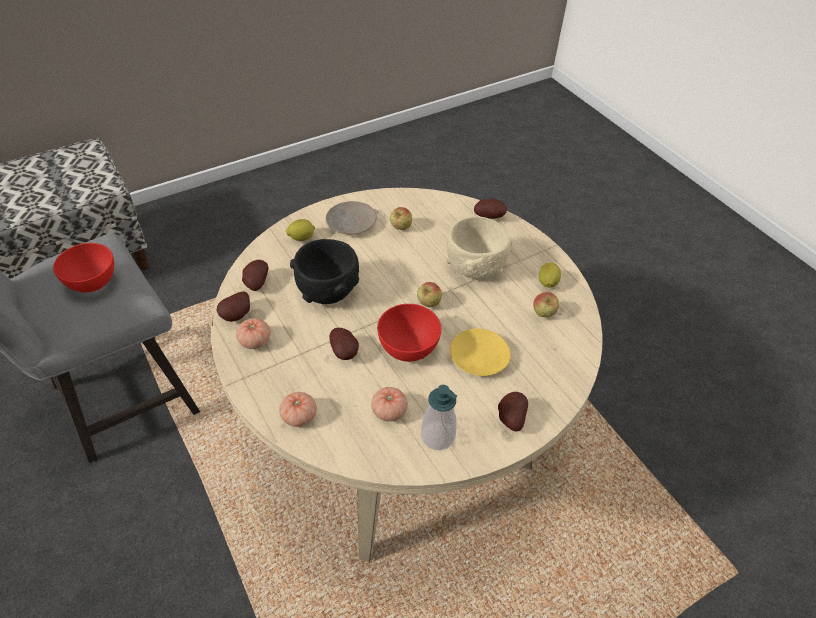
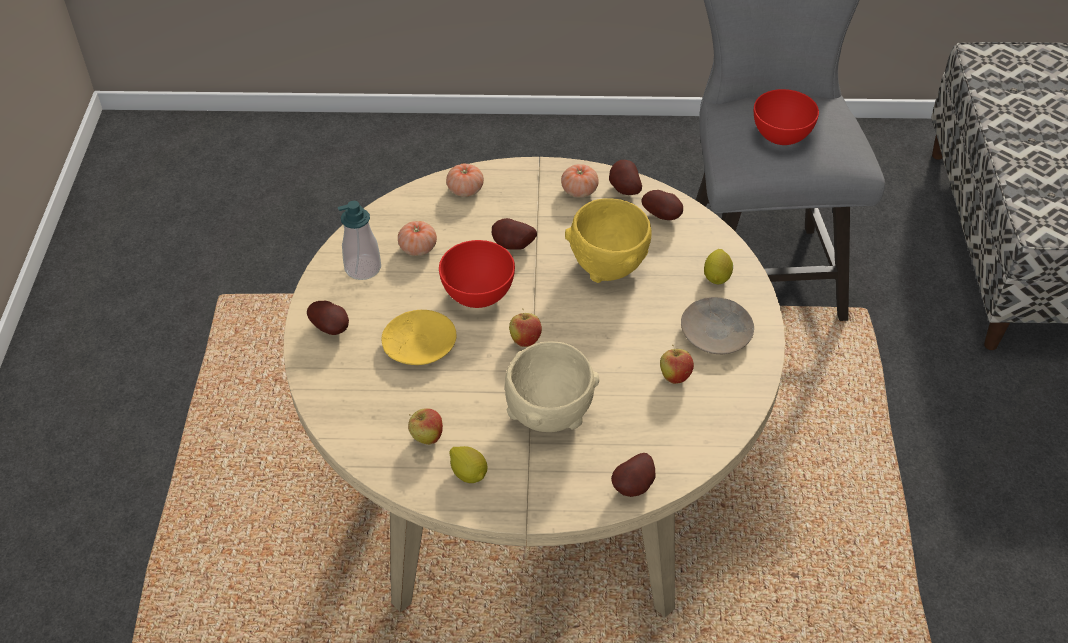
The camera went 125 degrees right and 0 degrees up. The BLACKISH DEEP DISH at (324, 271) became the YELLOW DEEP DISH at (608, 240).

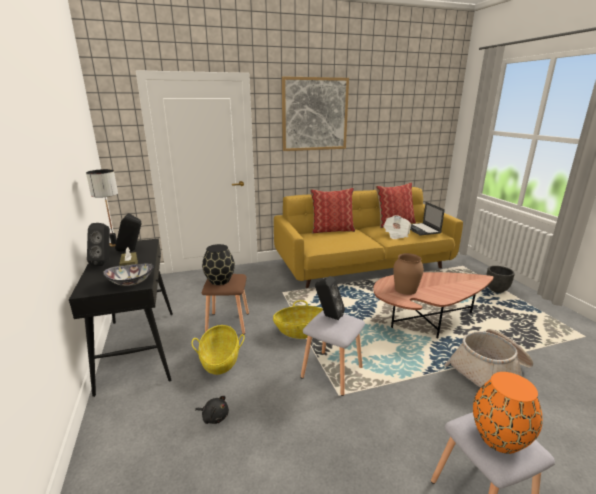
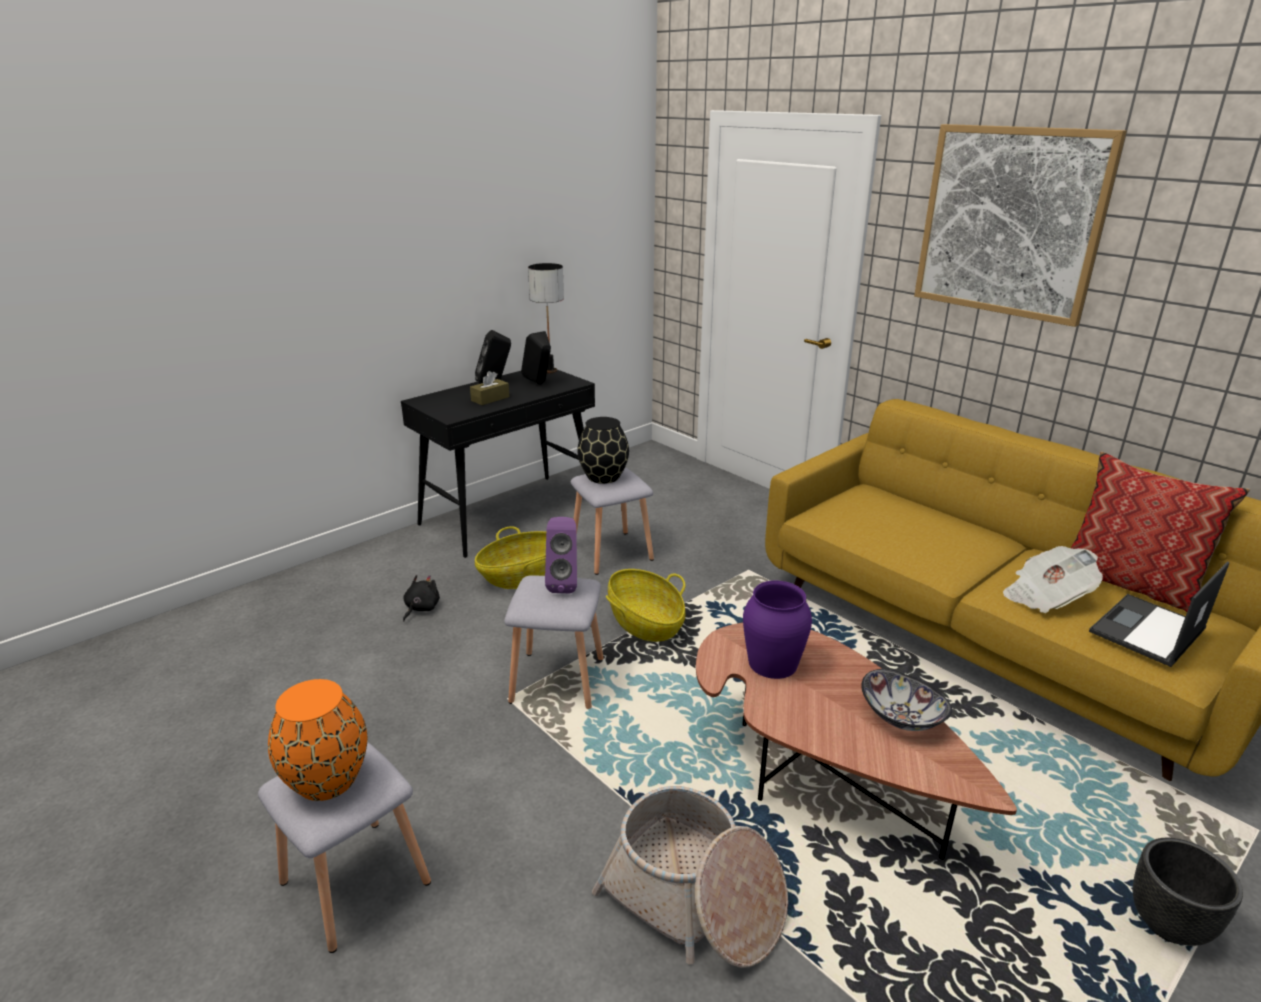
The camera went 65 degrees right and 5 degrees up. The BLACKISH PLUSH TOY at (212, 410) turned 150 degrees counterclockwise. The BLACKISH SPEAKER at (330, 298) became the PURPLE SPEAKER at (561, 555). The BROWN-COLOURED STOOL at (225, 304) became the GREY STOOL at (612, 521). The BROWN-COLOURED VASE at (408, 274) became the PURPLE VASE at (777, 630). The DEEP DISH moved from (128, 274) to (906, 700). The PILLOW at (332, 211) disappeared.

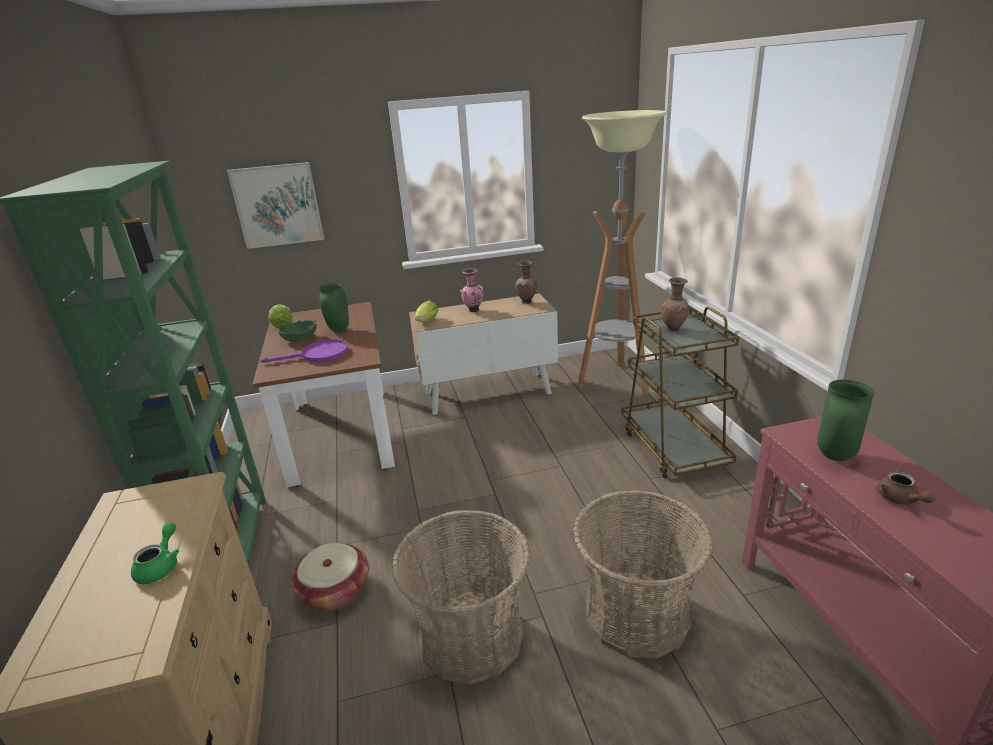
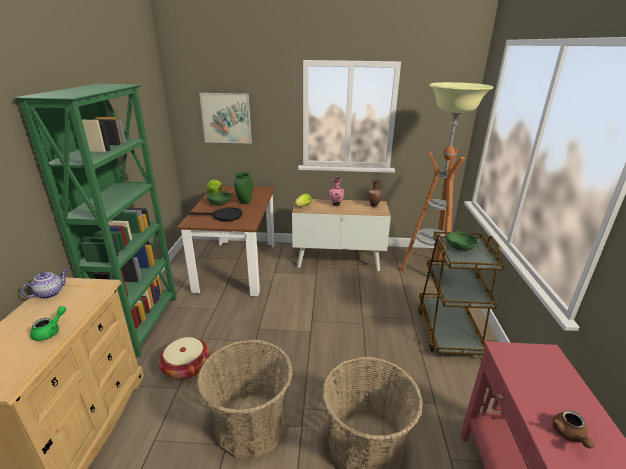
The camera went 15 degrees right and 0 degrees up. The POT FOR TEA at (44, 284) appeared. The PURPLE PAN at (304, 351) became the BLACKISH PAN at (215, 214). The BROWN-COLOURED VASE at (675, 304) was replaced by the GREENISH DEEP DISH at (462, 241). The GREENISH VASE at (845, 420) disappeared.

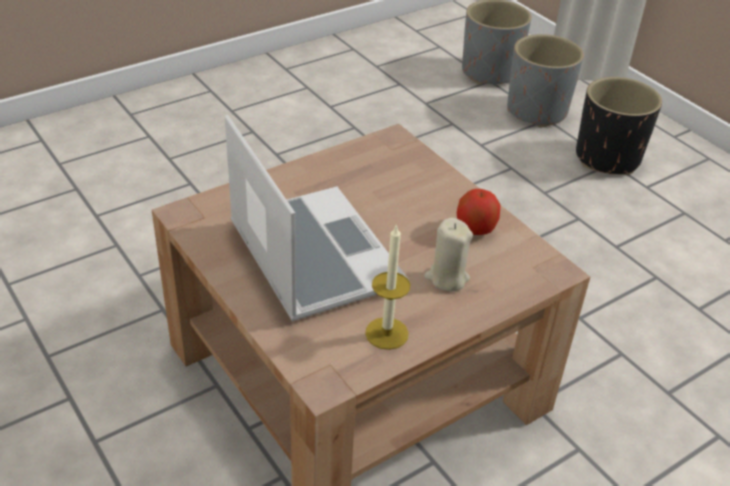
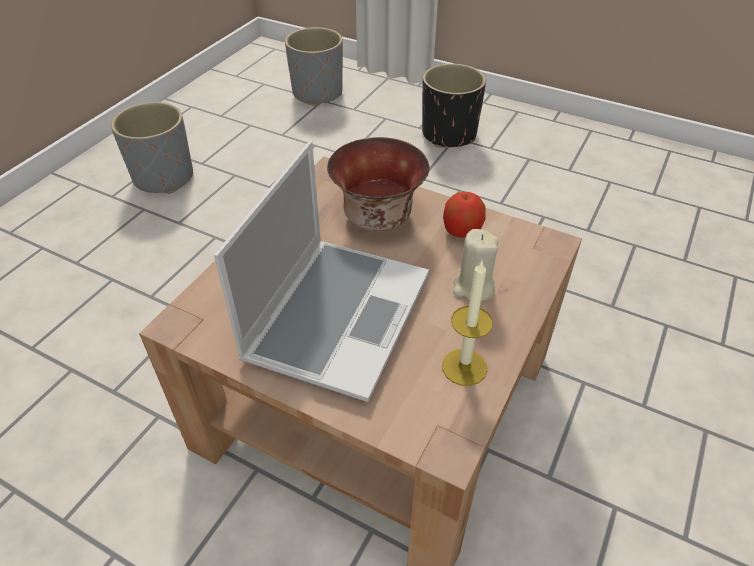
The camera went 25 degrees left and 5 degrees up. The GREY PLANTER moved from (545, 81) to (152, 148). The PORTABLE COMPUTER at (317, 218) turned 75 degrees clockwise. The DEEP DISH at (378, 184) appeared.

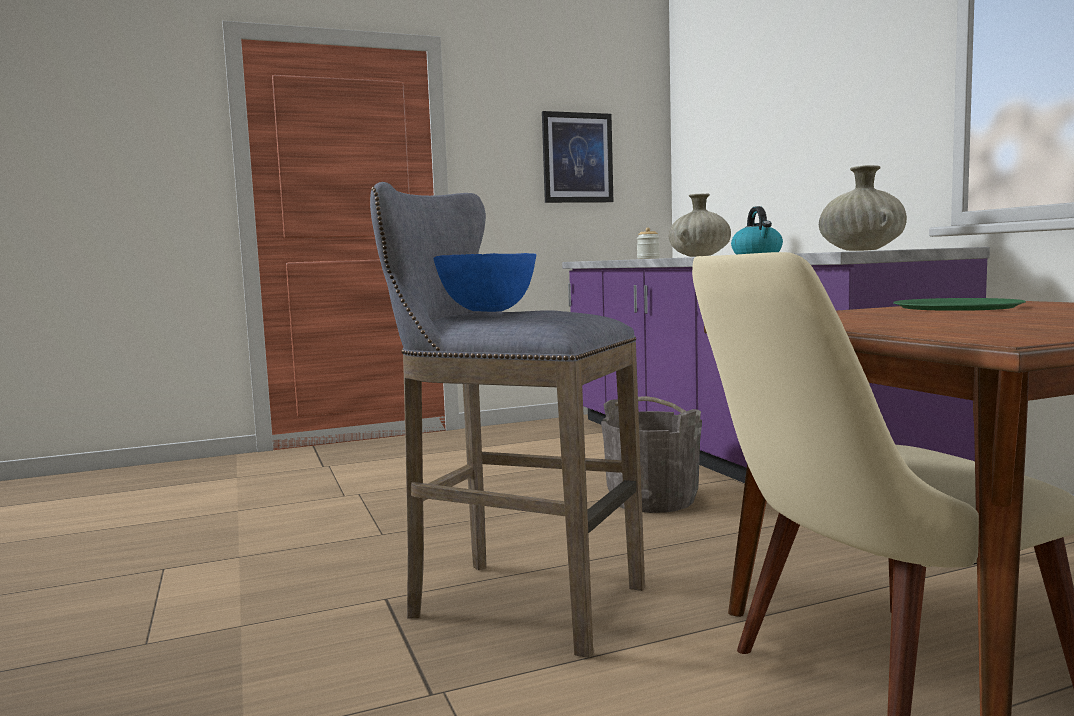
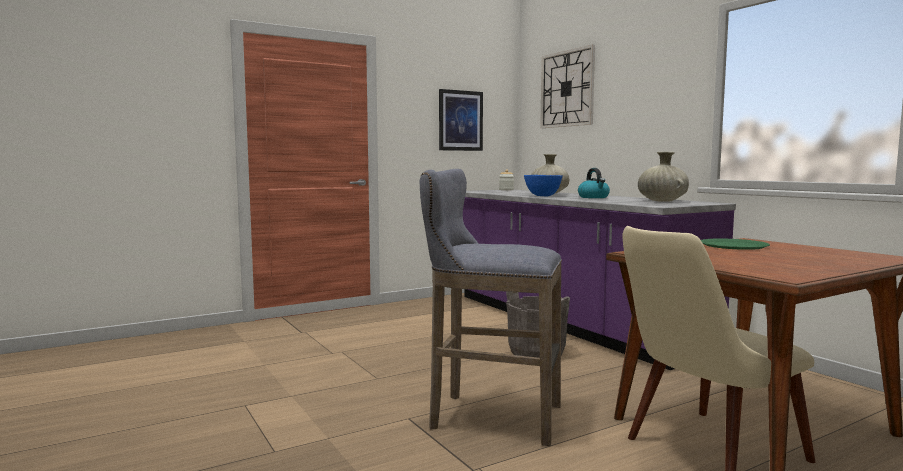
The camera went 10 degrees left and 0 degrees up. The BLUISH DEEP DISH moved from (484, 282) to (543, 185). The HANGING CLOCK at (567, 86) appeared.

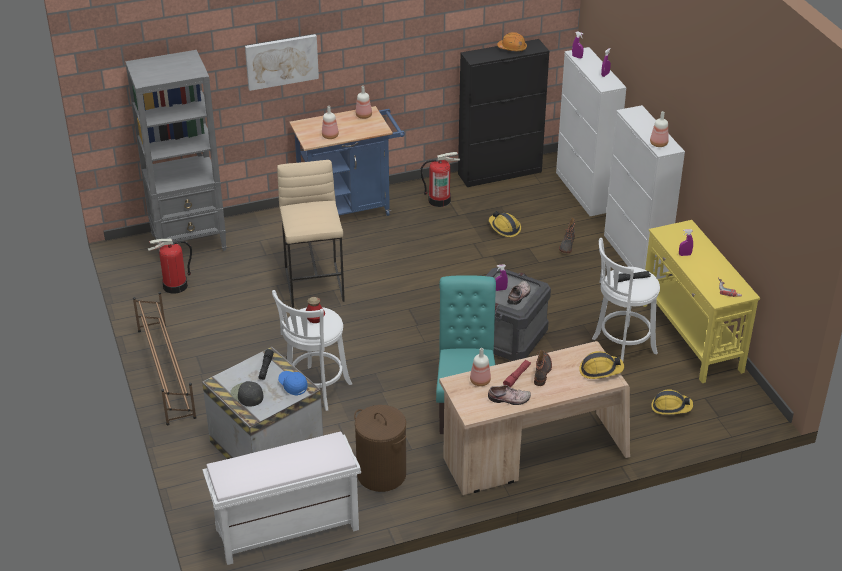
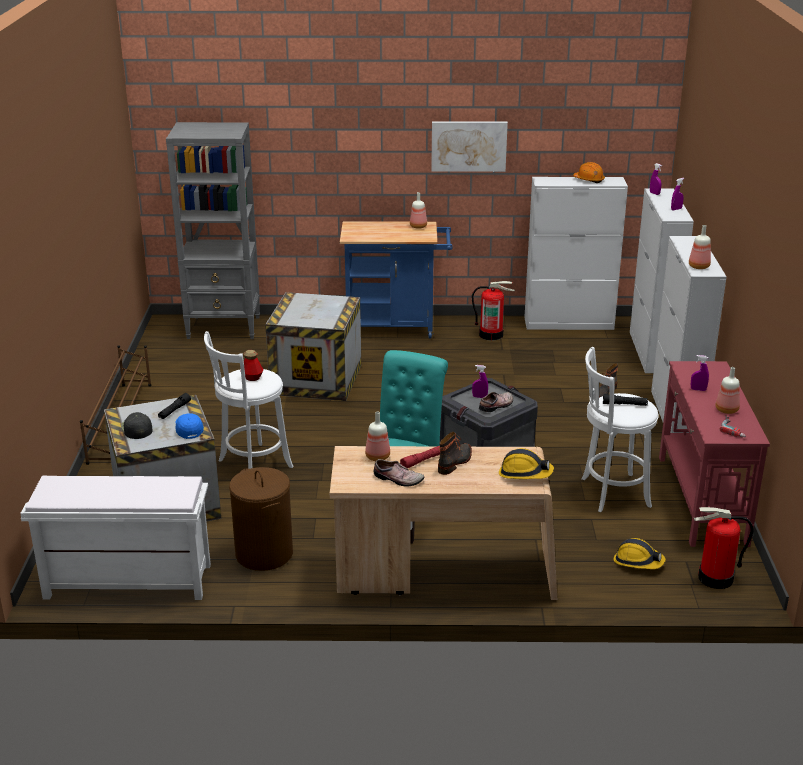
The camera went 20 degrees right and 10 degrees down. The SAND-COLOURED STOOL at (311, 234) was replaced by the CRATE at (313, 346). The PICTURE moved from (282, 62) to (469, 146). The BLACKISH CUPBOARD at (503, 113) became the WHITE CUPBOARD at (576, 253). The YELLOW CONSOLE TABLE at (701, 301) became the RED CONSOLE TABLE at (714, 454). The FIRE-FIGHTING CYLINDER moved from (170, 266) to (723, 548). The BEVERAGE BOTTLE moved from (330, 122) to (728, 390). The SAFETY HELMET at (505, 224) disappeared.

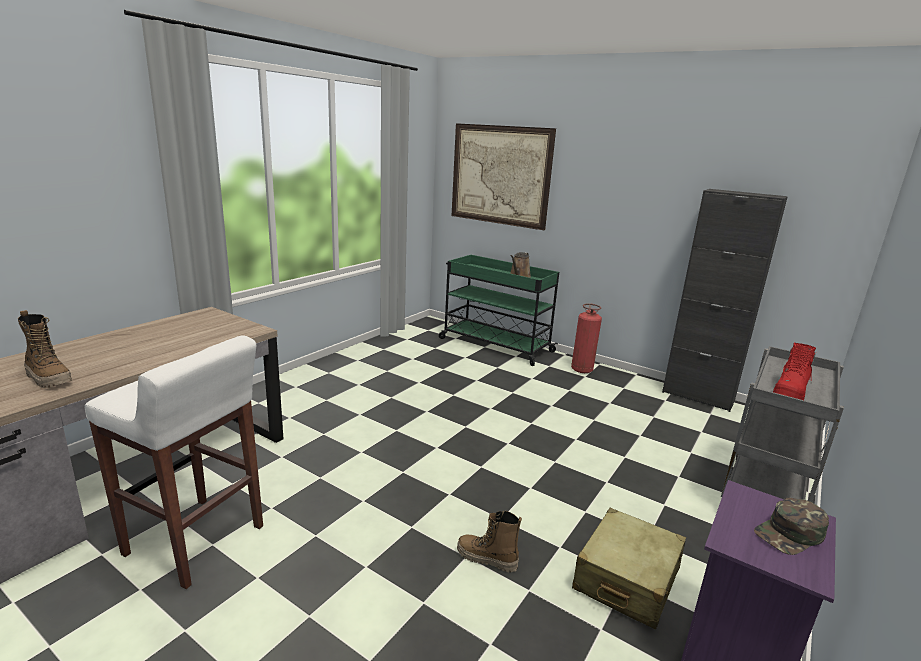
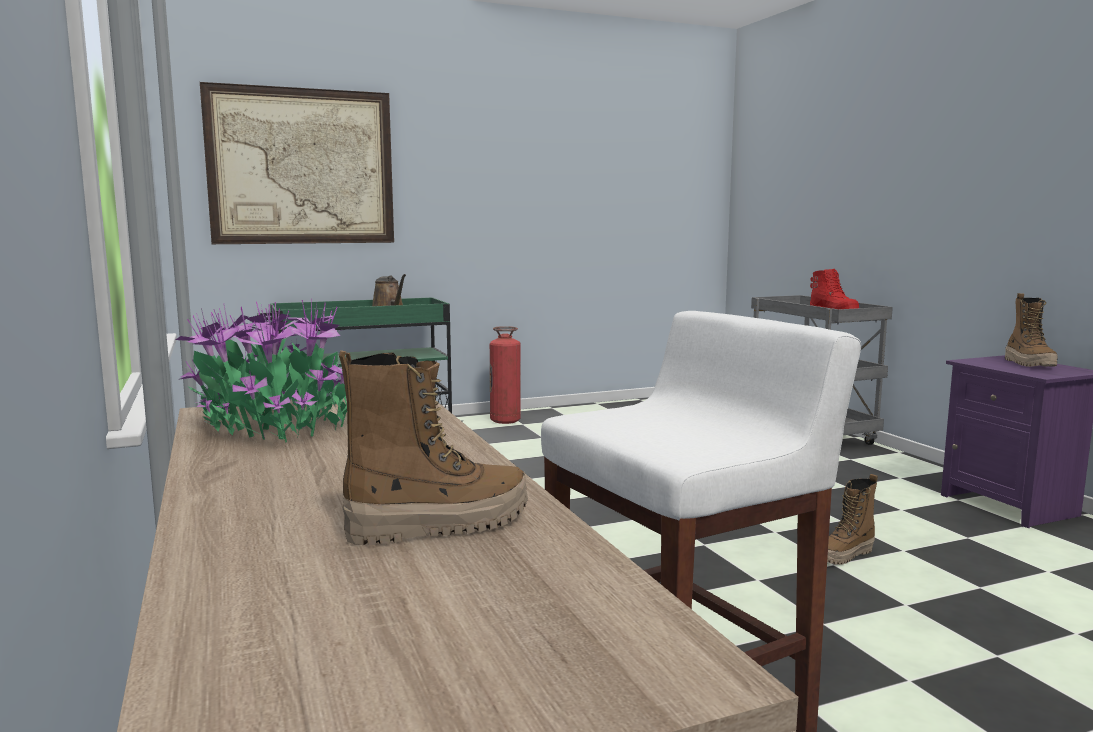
The camera went 55 degrees left and 10 degrees down. The HOUSEPLANT at (261, 370) appeared. The GREENISH BASEBALL CAP at (791, 526) was replaced by the TALL BOOT at (1031, 330). The SAND-COLOURED PIECE OF LUGGAGE at (629, 568) disappeared. The BLACKISH CUPBOARD at (725, 300) disappeared.

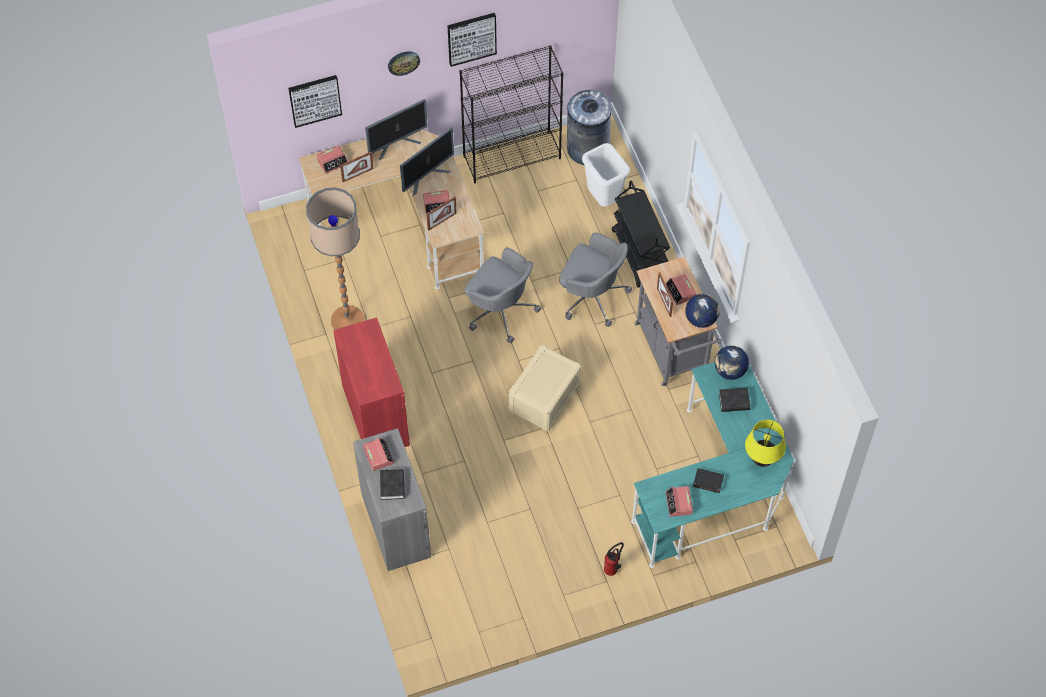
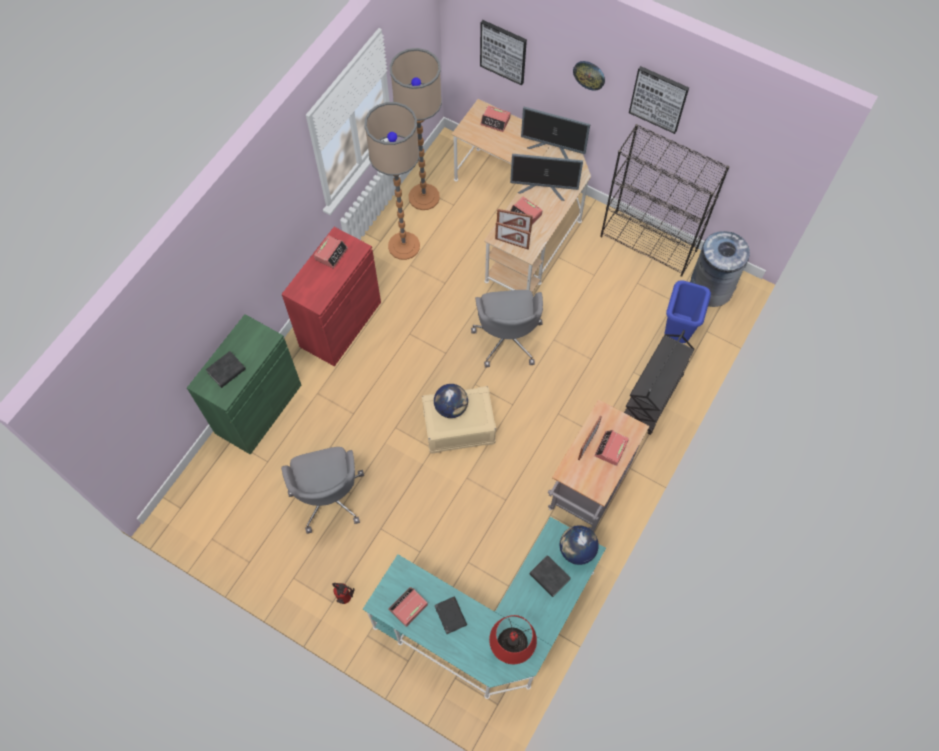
The camera went 50 degrees right and 5 degrees up. The GREY CUPBOARD at (392, 499) became the GREENISH CUPBOARD at (244, 384). The GREY COMPUTER CHAIR moved from (595, 279) to (322, 490). The BEDSIDE CLOCK moved from (378, 454) to (331, 252). The STANDING LAMP at (416, 129) appeared. The GLOBE moved from (702, 311) to (451, 401). The YELLOW TABLETOP LAMP at (765, 443) became the RED TABLETOP LAMP at (513, 639). The PHOTO FRAME moved from (357, 167) to (513, 236). The WHITE RUBBISH BIN at (606, 175) became the BLUISH RUBBISH BIN at (688, 311).

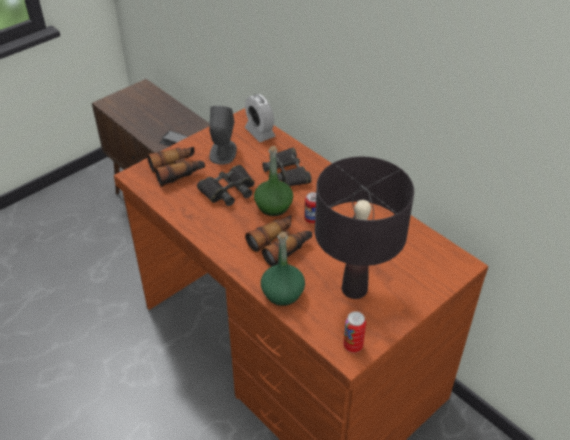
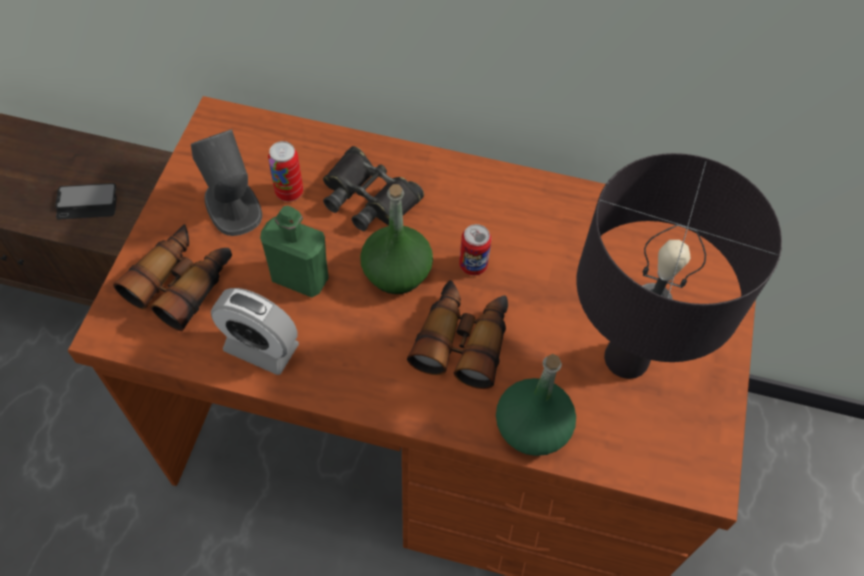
The camera went 35 degrees left and 15 degrees up. The BEDSIDE CLOCK moved from (260, 118) to (255, 331). The BLACKISH FIELD GLASSES at (226, 185) was replaced by the GREENISH BEVERAGE BOTTLE at (294, 252). The CAN moved from (354, 332) to (285, 171).

